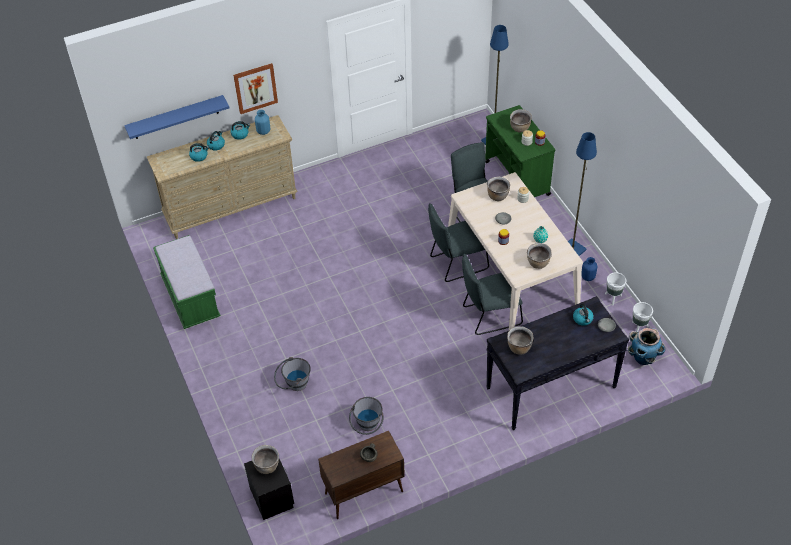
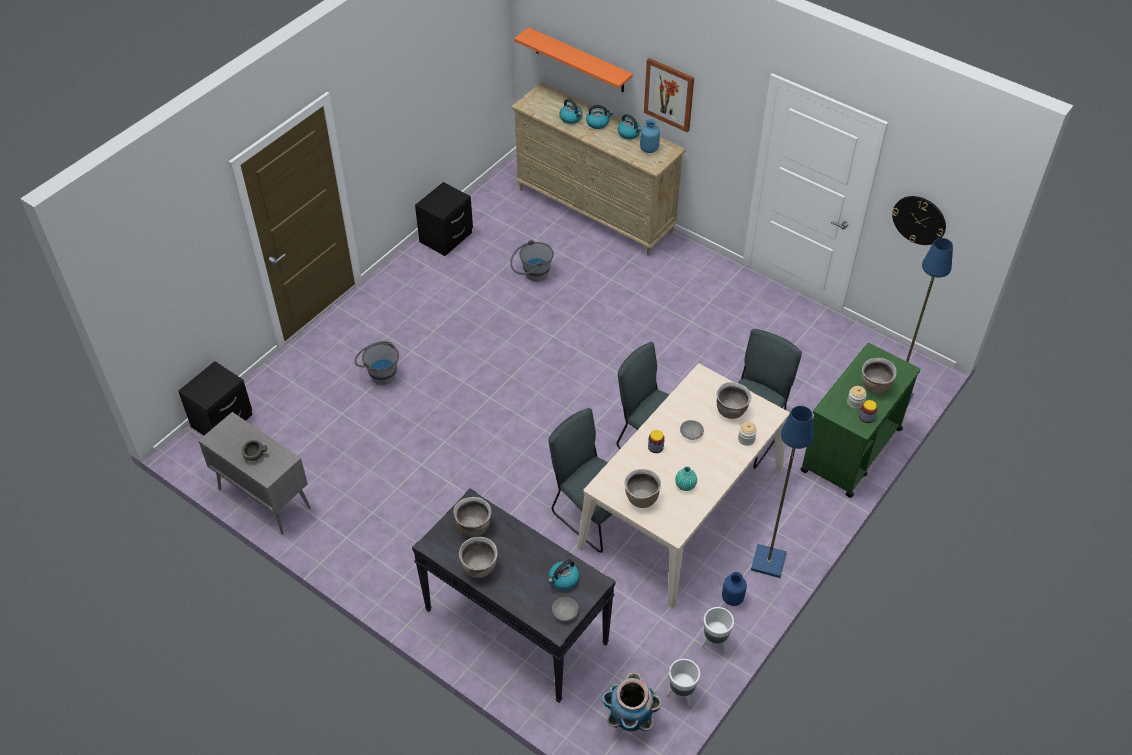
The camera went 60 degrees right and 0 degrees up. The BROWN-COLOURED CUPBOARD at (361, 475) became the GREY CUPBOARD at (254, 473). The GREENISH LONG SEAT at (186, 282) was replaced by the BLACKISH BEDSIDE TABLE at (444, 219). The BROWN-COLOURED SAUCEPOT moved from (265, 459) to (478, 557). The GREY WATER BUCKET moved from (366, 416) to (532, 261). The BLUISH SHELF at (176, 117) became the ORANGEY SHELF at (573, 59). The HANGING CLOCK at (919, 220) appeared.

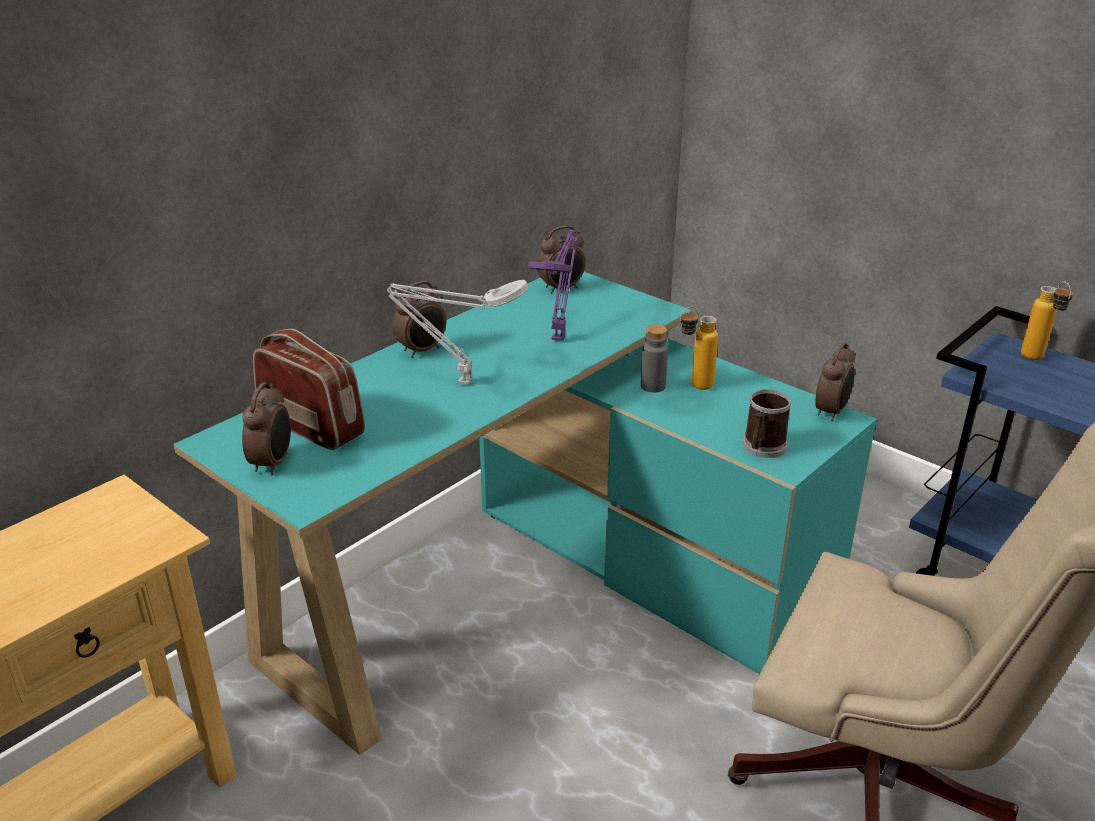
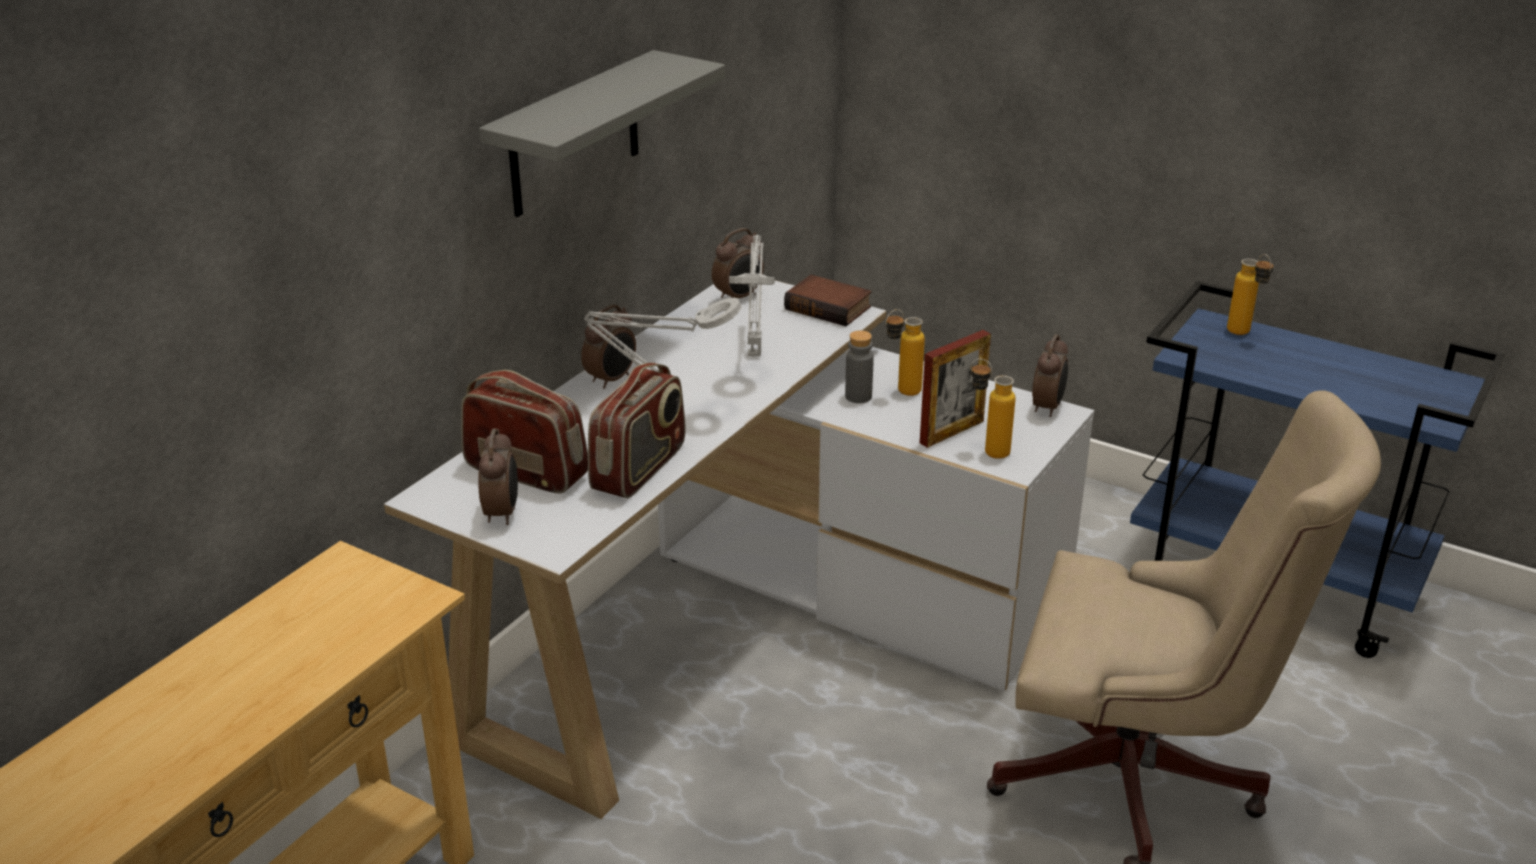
The camera went 10 degrees left and 0 degrees up. The TURQUOISE DESK UNIT at (525, 513) became the WHITE DESK UNIT at (739, 549). The GREY SHELF at (602, 133) appeared. The RADIO RECEIVER at (637, 430) appeared. The PURPLE TABLETOP LAMP at (553, 285) became the GREY TABLETOP LAMP at (752, 296). The BOOK at (828, 300) appeared. The PHOTO FRAME at (955, 389) appeared. The MUG at (766, 423) was replaced by the BEVERAGE BOTTLE at (993, 409).

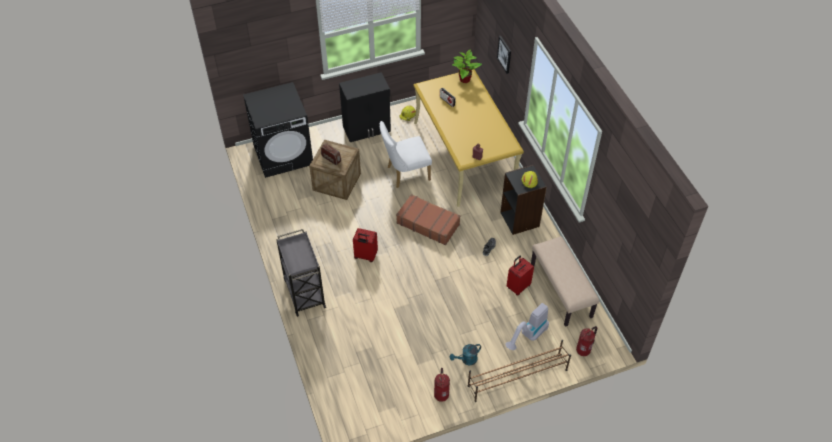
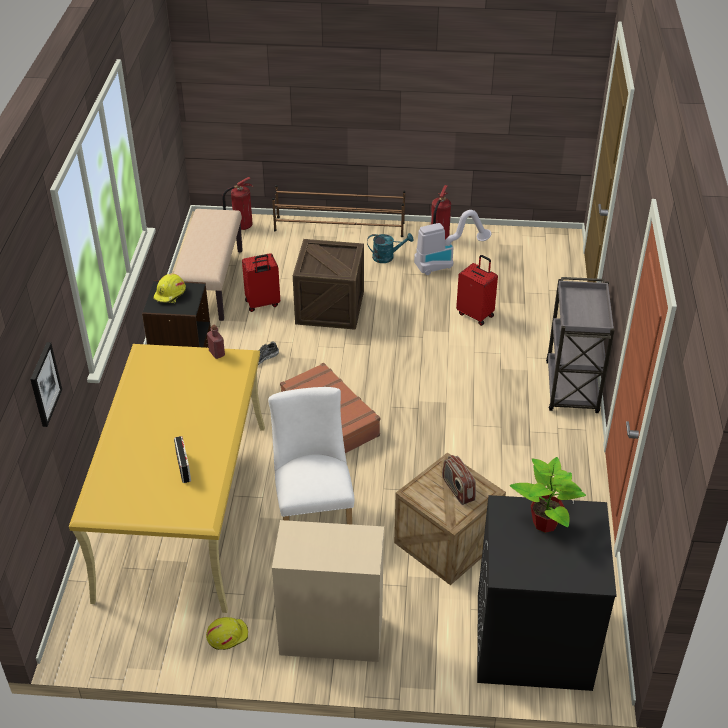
The camera went 155 degrees left and 10 degrees down. The WHITE PLAIN CHAIR at (406, 154) turned 105 degrees counterclockwise. The BLACKISH CUPBOARD at (365, 107) became the SAND-COLOURED CUPBOARD at (328, 591). The CRATE at (328, 284) appeared. The HOOVER moved from (527, 326) to (452, 242). The RED PIECE OF LUGGAGE moved from (365, 245) to (477, 290). The HOUSEPLANT moved from (467, 66) to (548, 495).

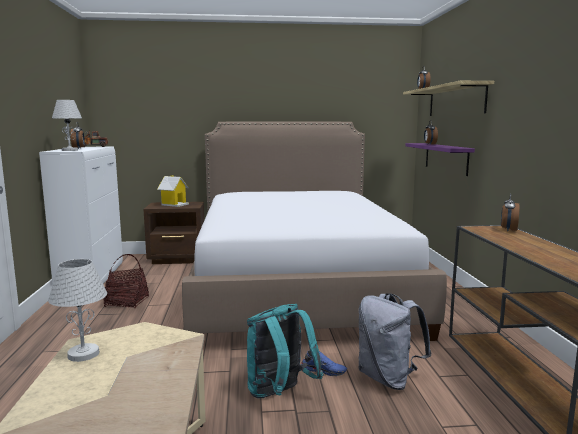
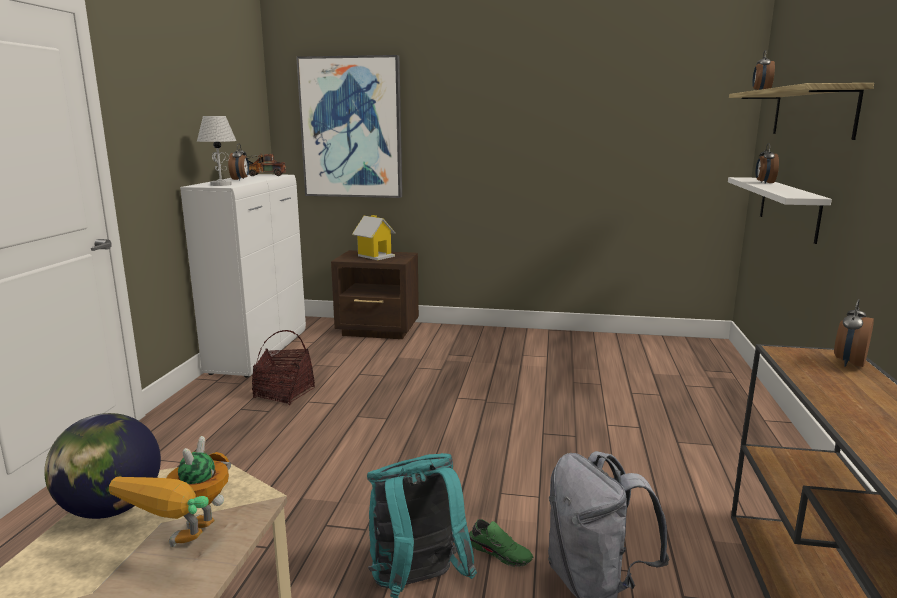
The camera went 15 degrees right and 5 degrees up. The WHITE TABLETOP LAMP at (77, 310) was replaced by the GLOBE at (102, 466). The MODEL ROBOT at (170, 491) appeared. The PICTURE at (349, 126) appeared. The BLUISH ITEM OF FOOTWEAR at (324, 363) became the GREENISH ITEM OF FOOTWEAR at (501, 543). The PURPLE SHELF at (440, 159) became the WHITE SHELF at (780, 210). The SLEEPING BED at (314, 231) disappeared.

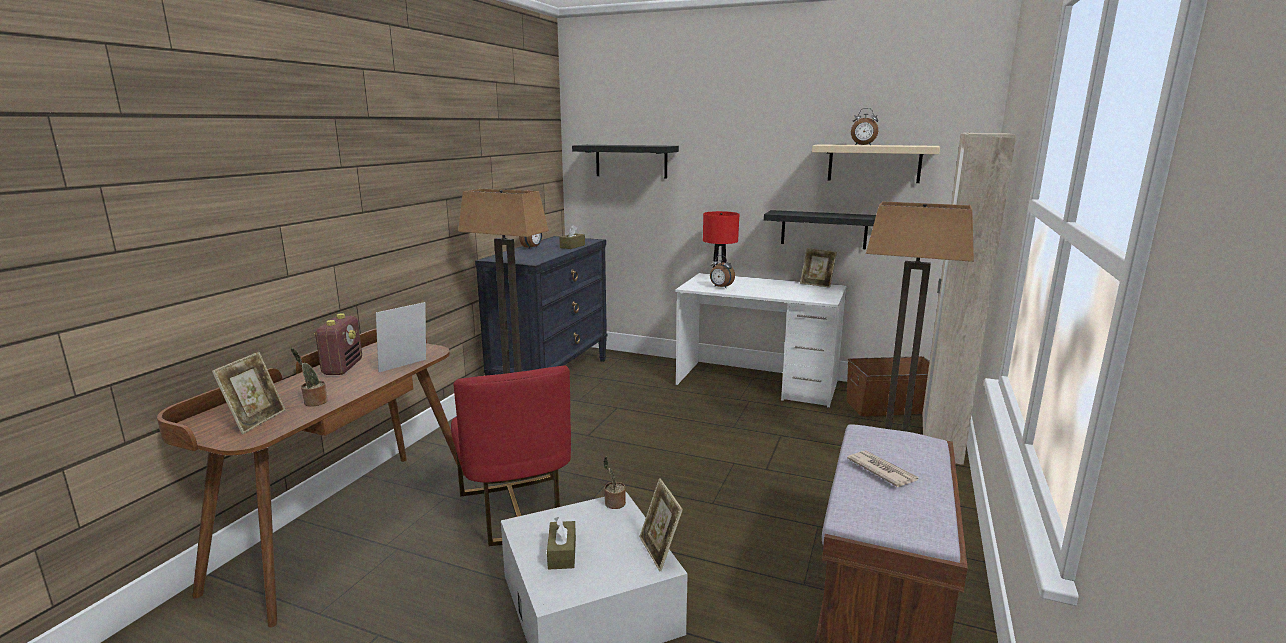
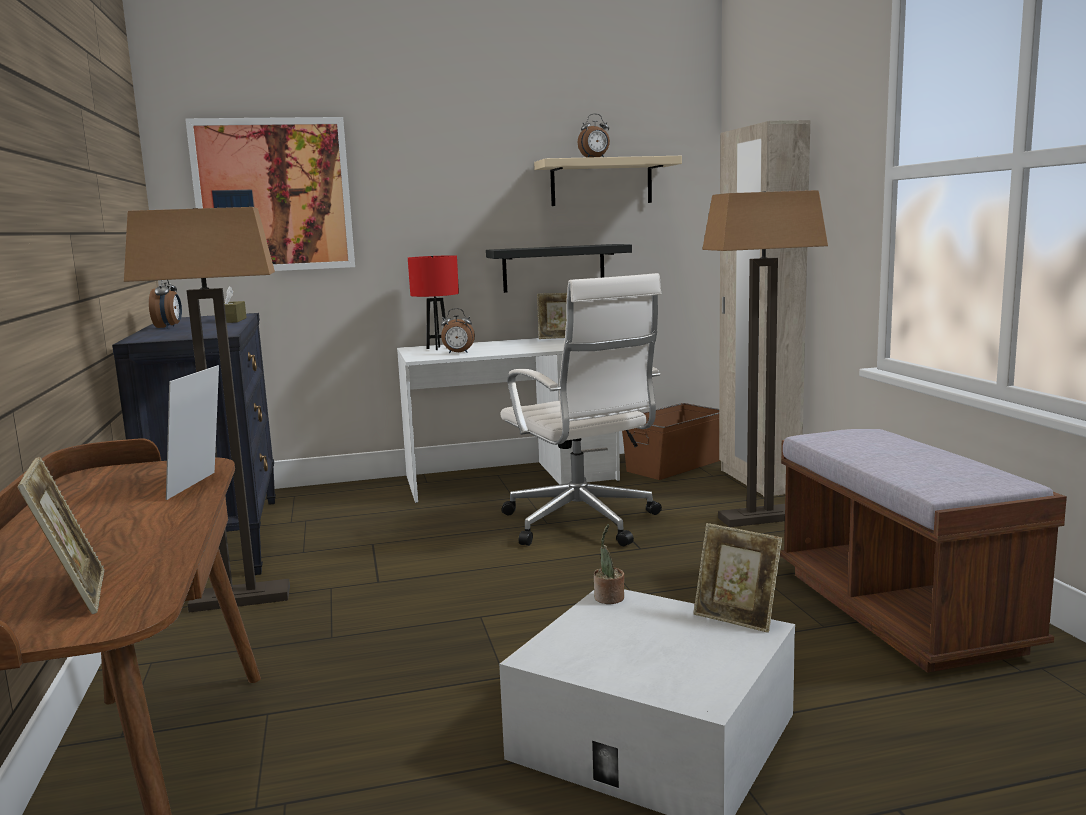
The camera went 35 degrees left and 5 degrees down. The BLACKISH SHELF at (625, 161) was replaced by the PICTURE at (270, 194). The WHITE COMPUTER CHAIR at (581, 409) appeared. The HOUSEPLANT at (309, 377) disappeared. The RADIO RECEIVER at (338, 344) disappeared. The RED PLAIN CHAIR at (511, 455) disappeared. The BROWN-COLOURED BOX OF TISSUES at (561, 543) disappeared. The PRINTED PAPER at (883, 468) disappeared.

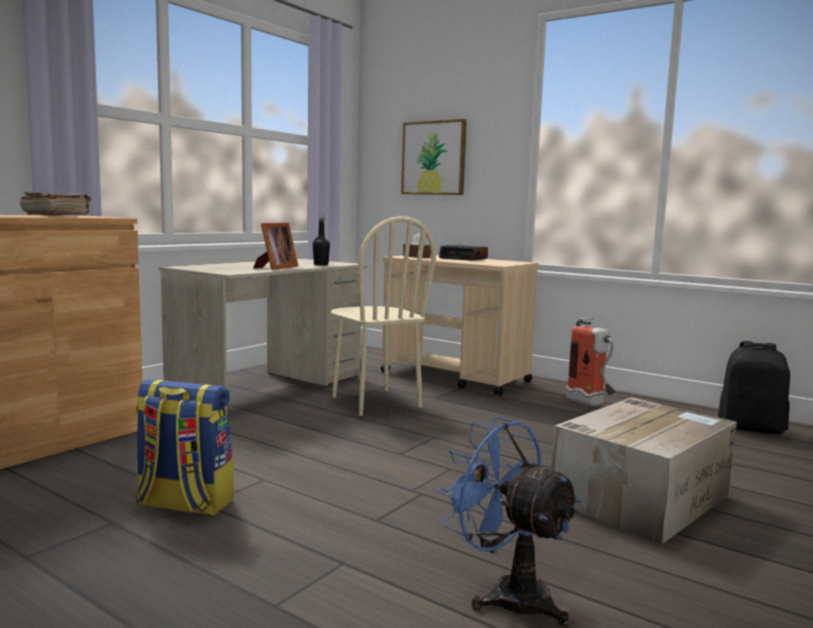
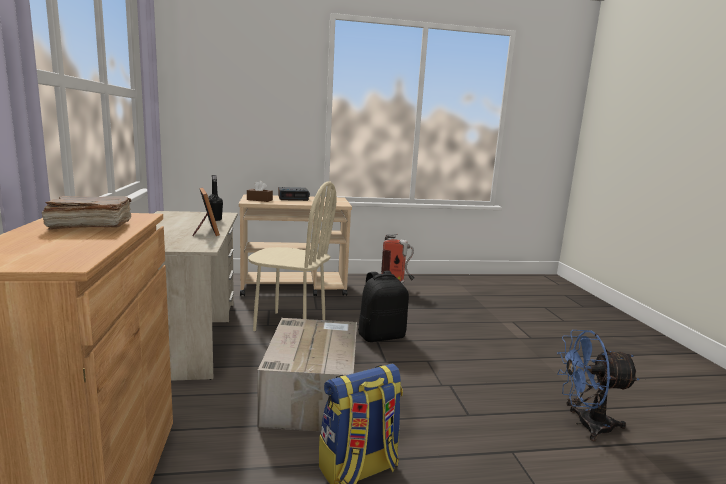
The camera went 45 degrees left and 5 degrees up. The PACKING BOX moved from (644, 471) to (307, 374). The BLACKISH BACKPACK moved from (754, 387) to (383, 306). The PICTURE at (434, 157) disappeared.

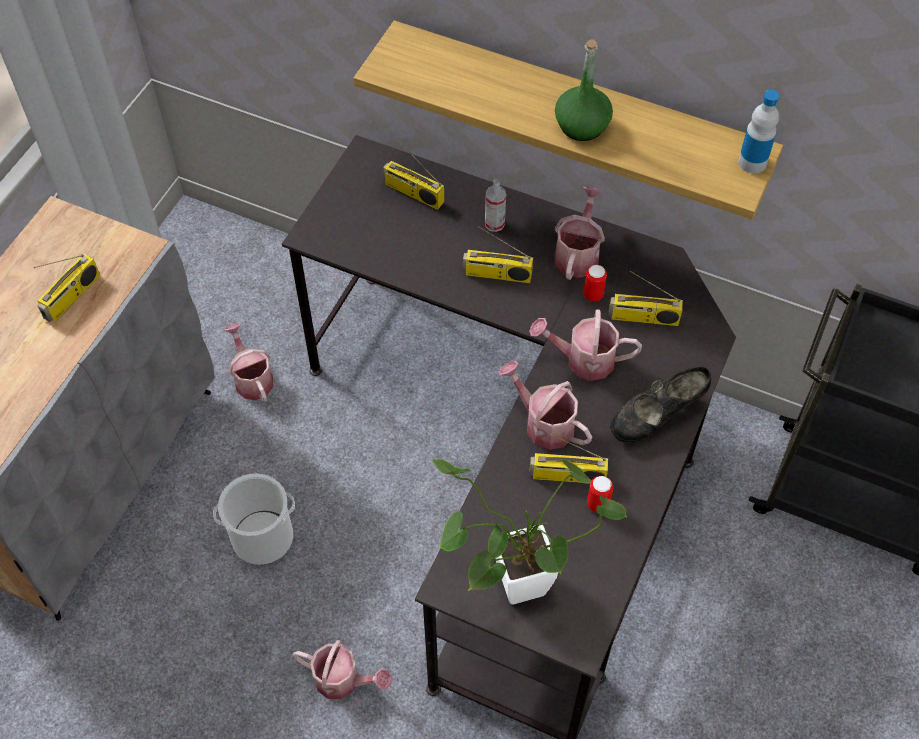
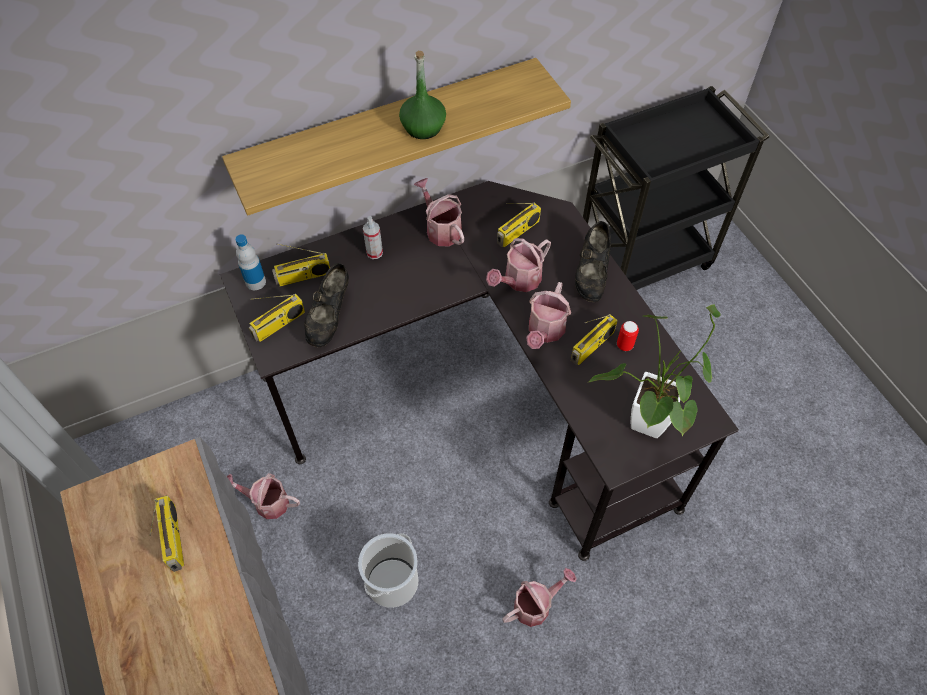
The camera went 50 degrees left and 0 degrees up. The BEVERAGE BOTTLE moved from (758, 131) to (250, 262). The RADIO RECEIVER moved from (498, 254) to (277, 318). The BLACKISH ITEM OF FOOTWEAR at (326, 305) appeared. The WATERING POT at (545, 405) turned 60 degrees counterclockwise. The CAN at (595, 283) disappeared.

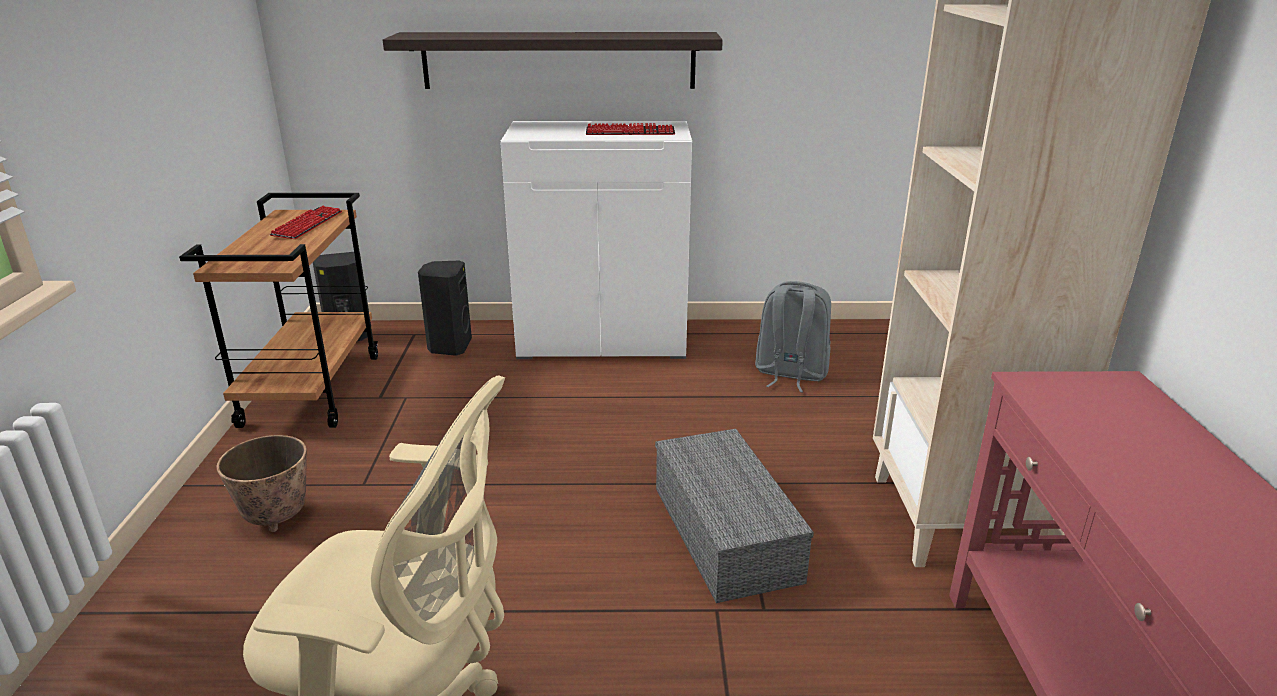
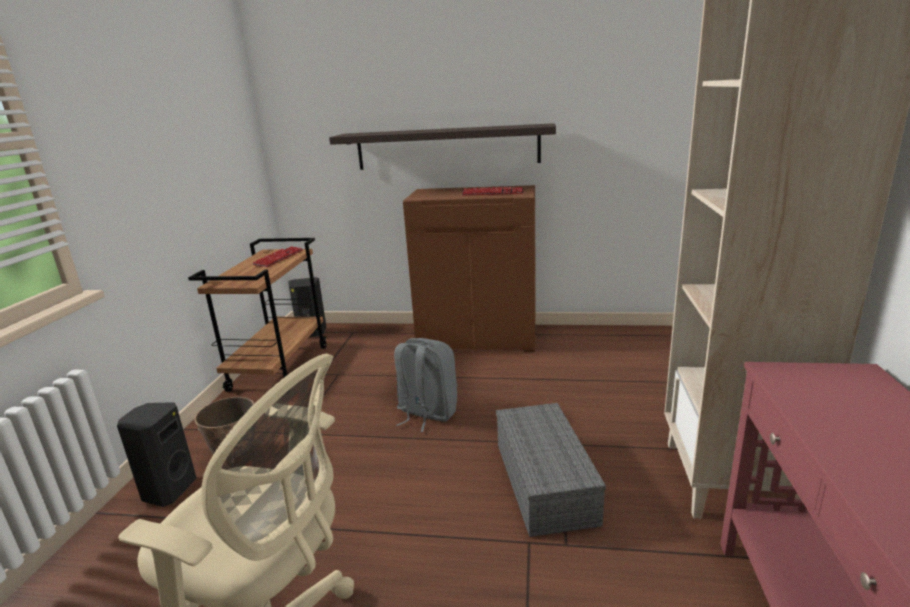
The camera went 10 degrees right and 5 degrees down. The BLACKISH SPEAKER moved from (445, 308) to (157, 454). The GREY BACKPACK moved from (793, 336) to (425, 385). The WHITE CUPBOARD at (596, 240) became the BROWN-COLOURED CUPBOARD at (469, 268).

